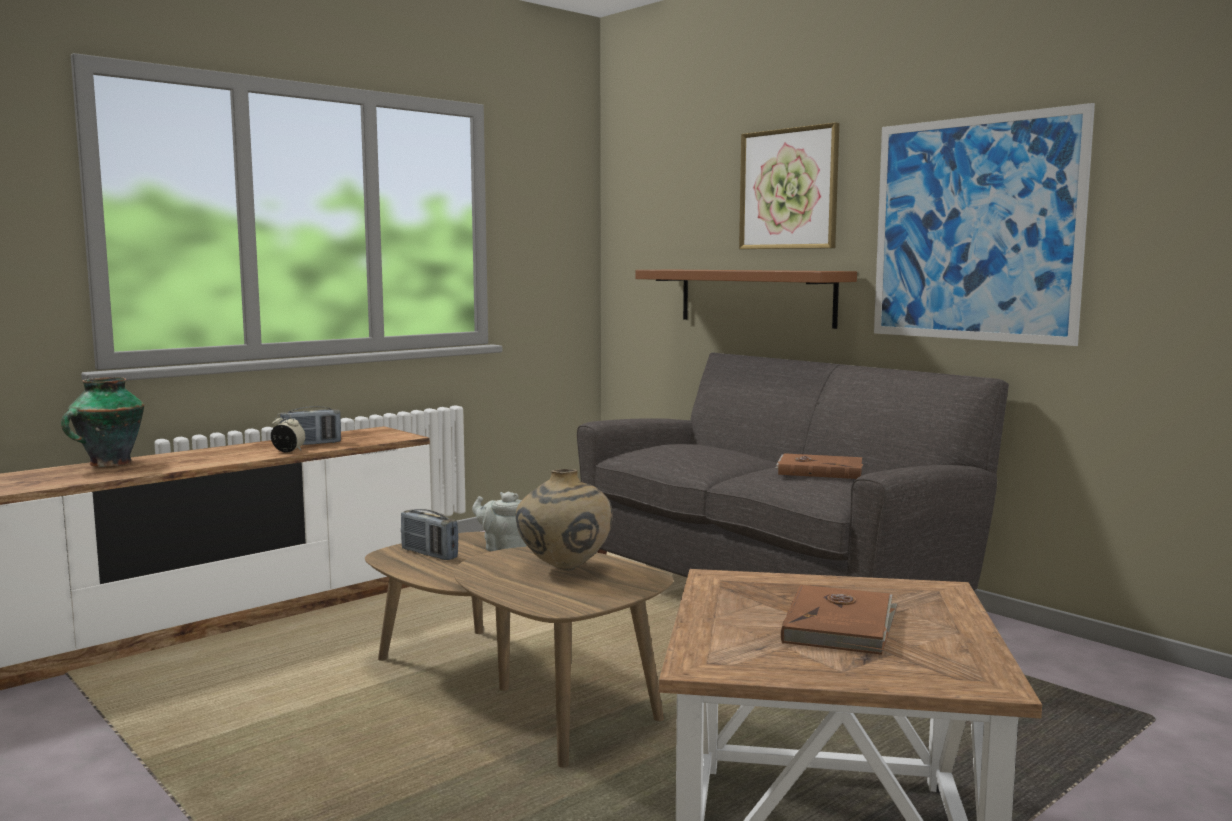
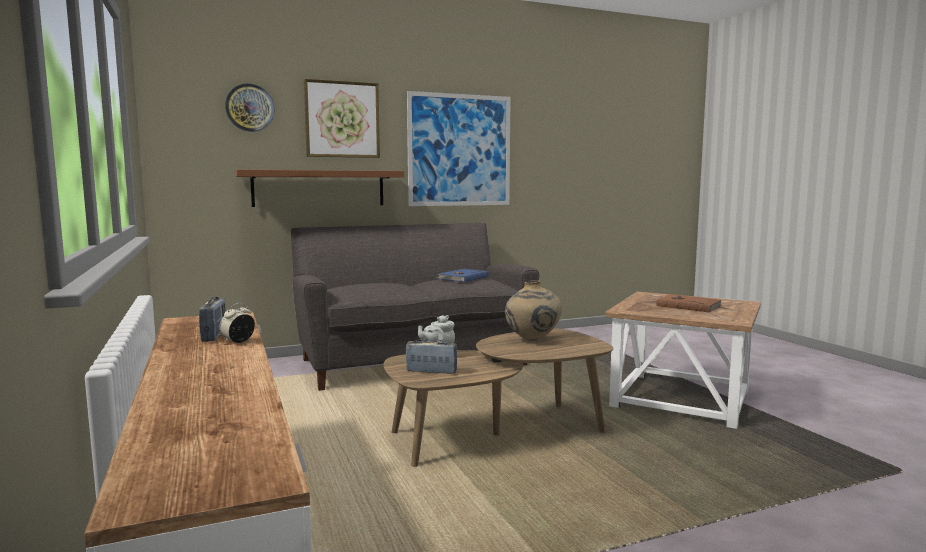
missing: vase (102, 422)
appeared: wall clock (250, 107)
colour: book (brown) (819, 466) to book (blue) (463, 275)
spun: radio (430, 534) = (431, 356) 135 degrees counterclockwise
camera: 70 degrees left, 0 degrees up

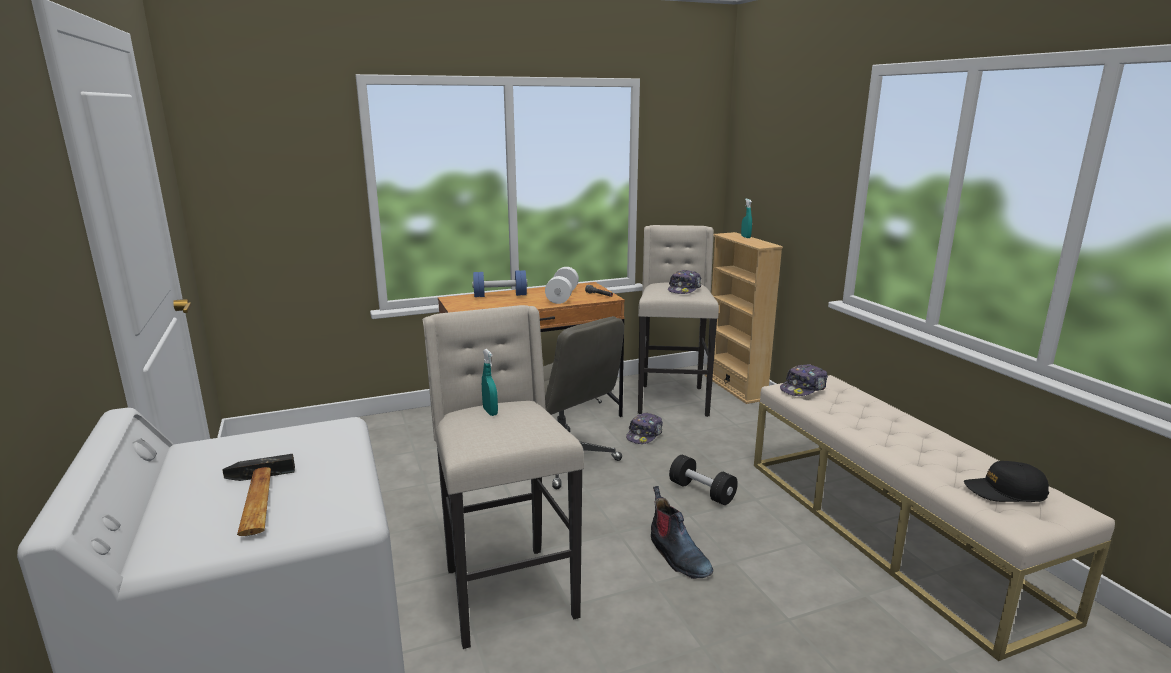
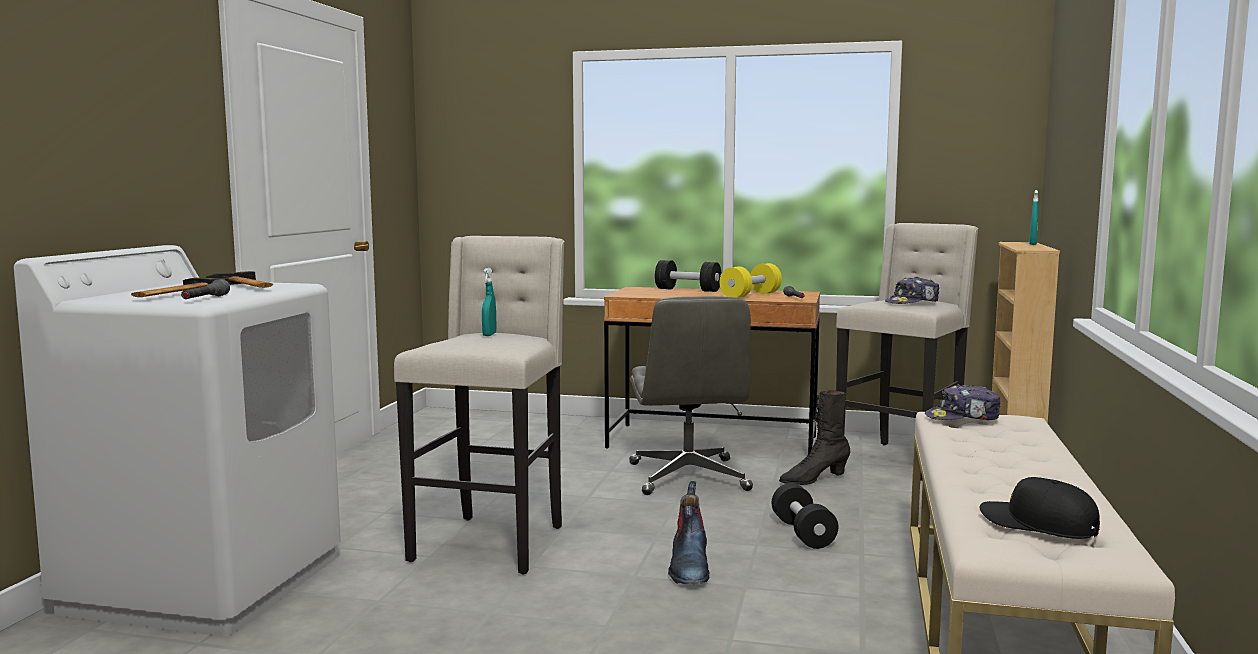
appeared: hammer (239, 279); flashlight (grey) (205, 289)
exchanged: cap (644, 428) to boot (black) (814, 437)
colour: dumbbell (white) (562, 285) to dumbbell (yellow) (751, 280); dumbbell (blue) (499, 283) to dumbbell (black) (688, 276)
camera: 35 degrees right, 10 degrees down

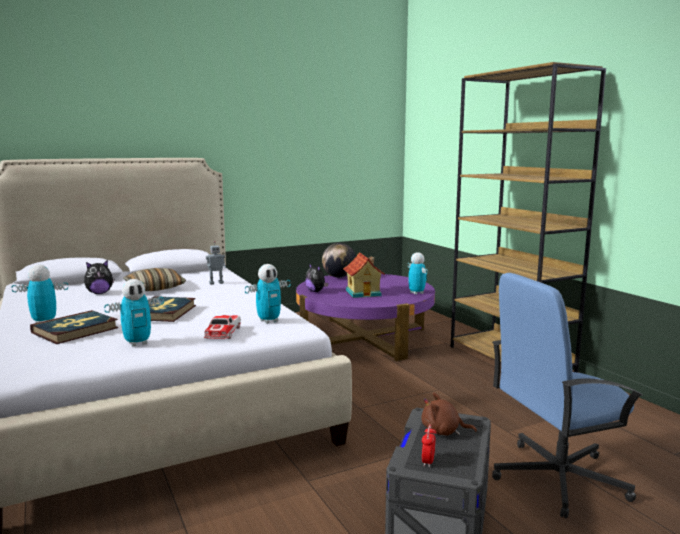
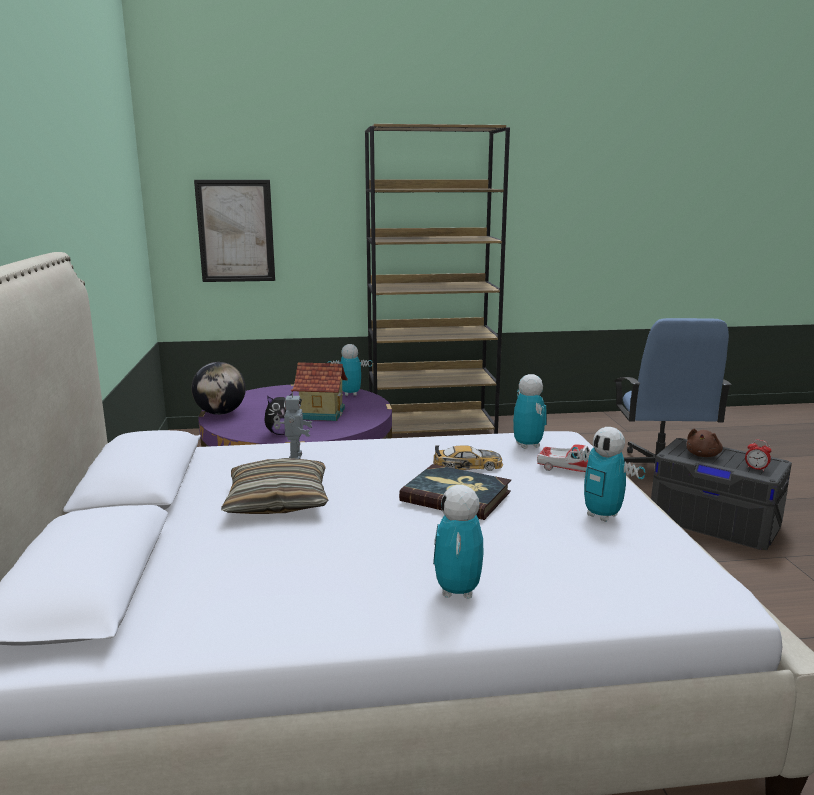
missing: plush toy (99, 277); book (74, 327)
appeared: picture (234, 231); toy car (468, 458)
spun: toy robot (134, 313) = (608, 474) 150 degrees clockwise
camera: 70 degrees left, 5 degrees up

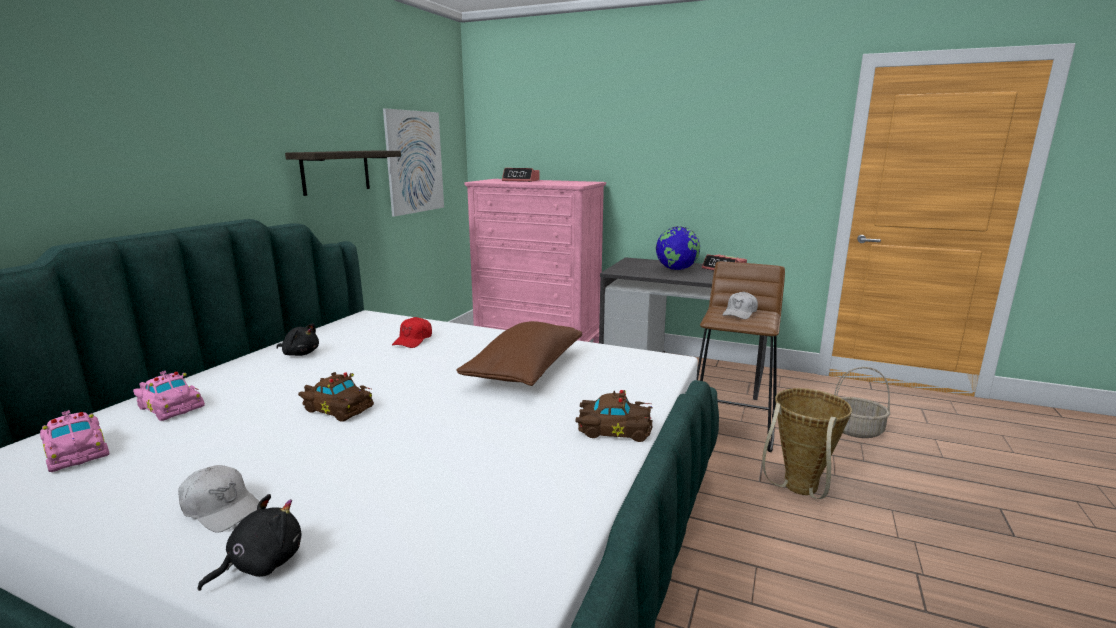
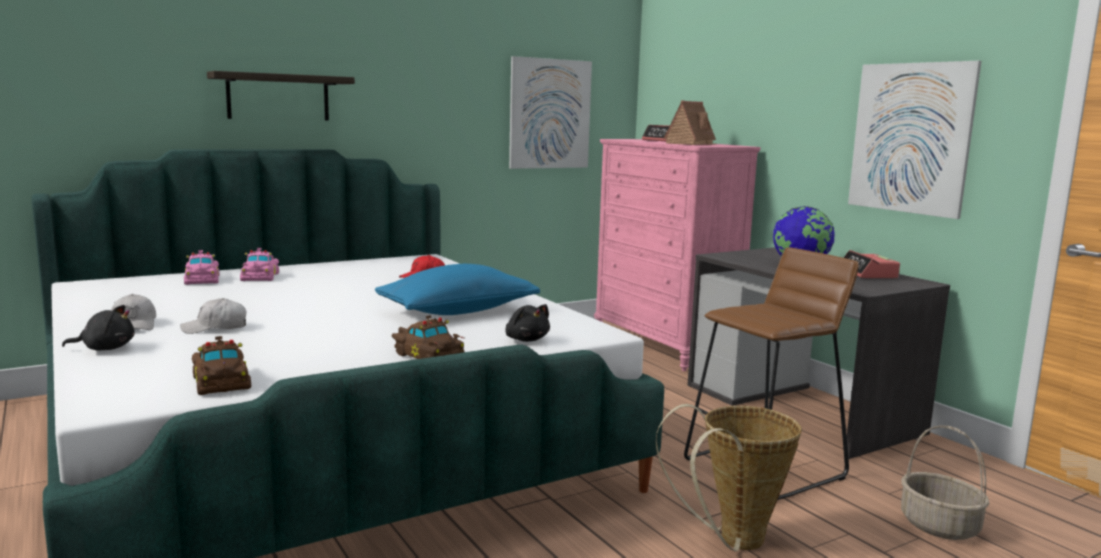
appeared: picture (914, 140); toy house (689, 123)
relocated: shelf (343, 173) to (281, 95); cap (white) (740, 305) to (213, 316); plush toy (black) (297, 339) to (527, 323); toy car (brown) (336, 397) to (221, 365); toy car (pink) (75, 441) to (259, 264)
colour: pillow (brown) (519, 353) to pillow (blue) (457, 289)
camera: 35 degrees right, 5 degrees down

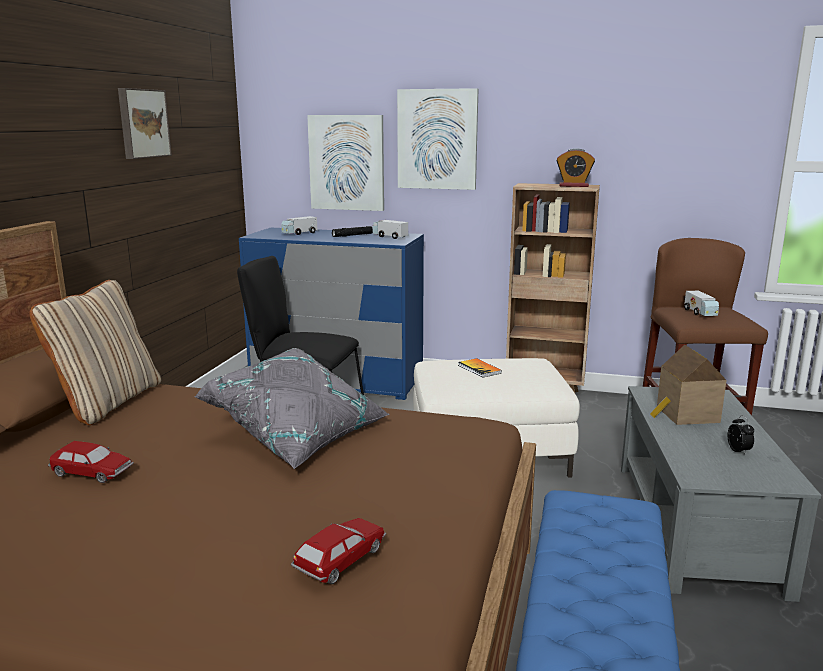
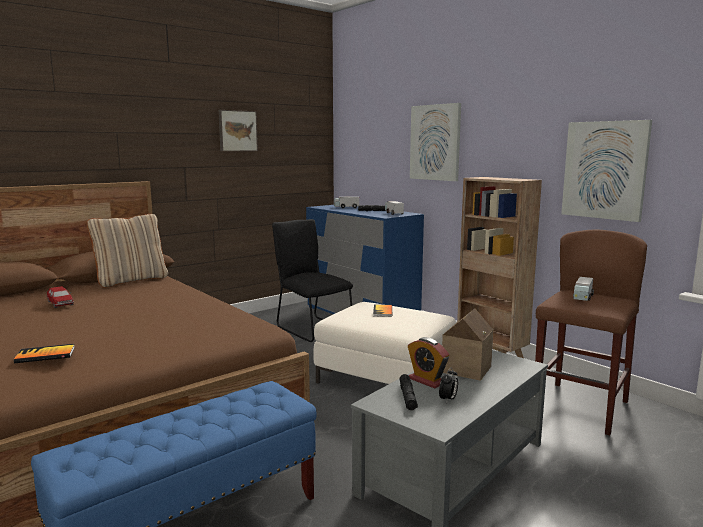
missing: pillow (grey) (292, 408)
appeared: flashlight (black) (408, 392)
relocated: picture (345, 163) to (606, 171); alarm clock (575, 167) to (428, 363)
exchanged: toy car (338, 551) to book (44, 353)
camera: 35 degrees right, 5 degrees down

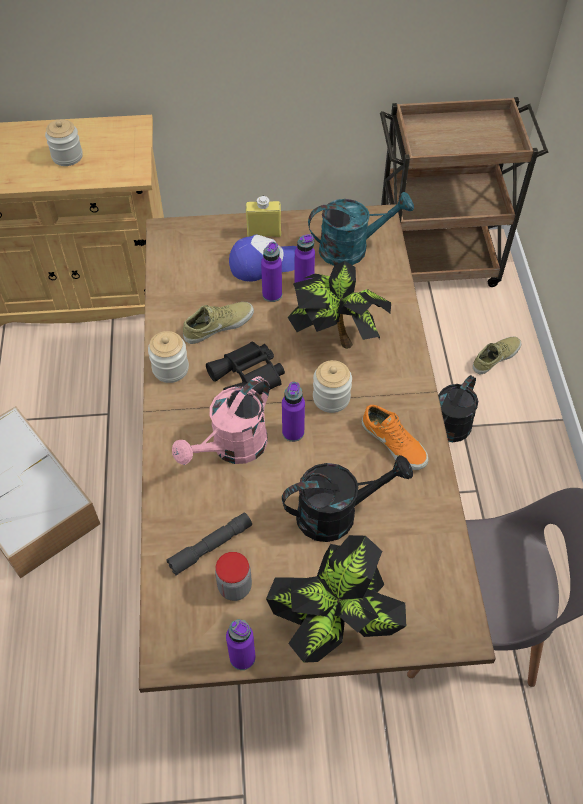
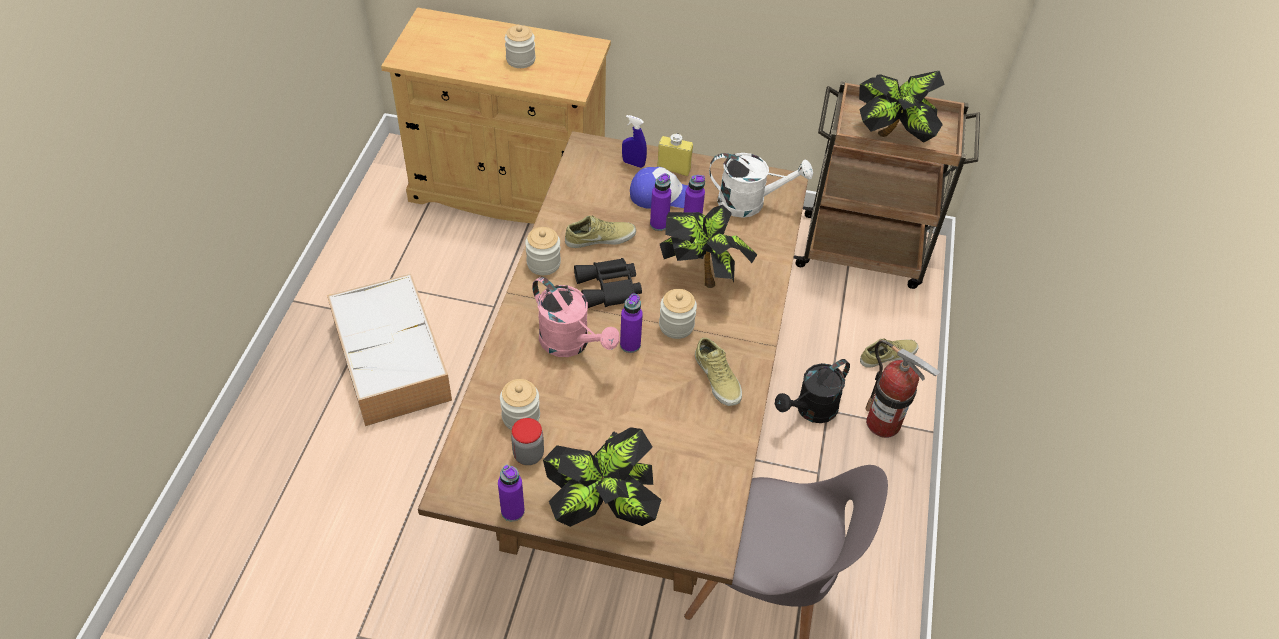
missing: watering can (black) (347, 498)
appeared: potted plant (902, 107); spray bottle (blue) (634, 141); fire extinguisher (902, 389)
exchanged: flashlight (grey) (209, 544) to jar (520, 404)
colour: watering can (turquoise) (361, 229) to watering can (white) (761, 185); shoe (orange) (395, 437) to shoe (beige) (718, 372)
spun: watering can (pink) (221, 420) = (576, 317) 105 degrees counterclockwise
camera: 15 degrees right, 5 degrees down

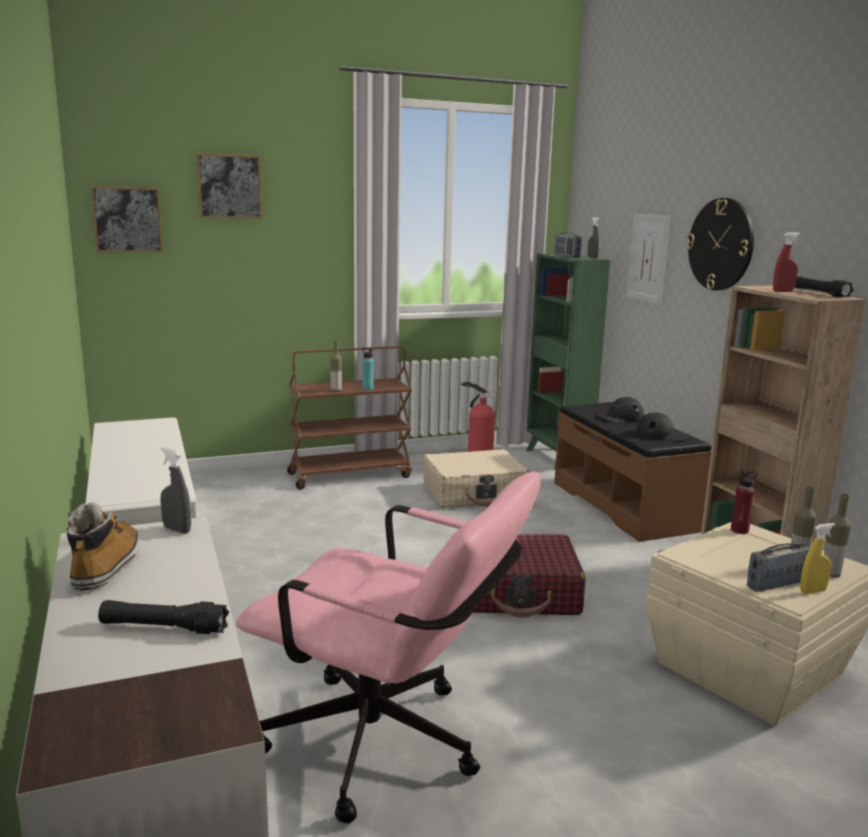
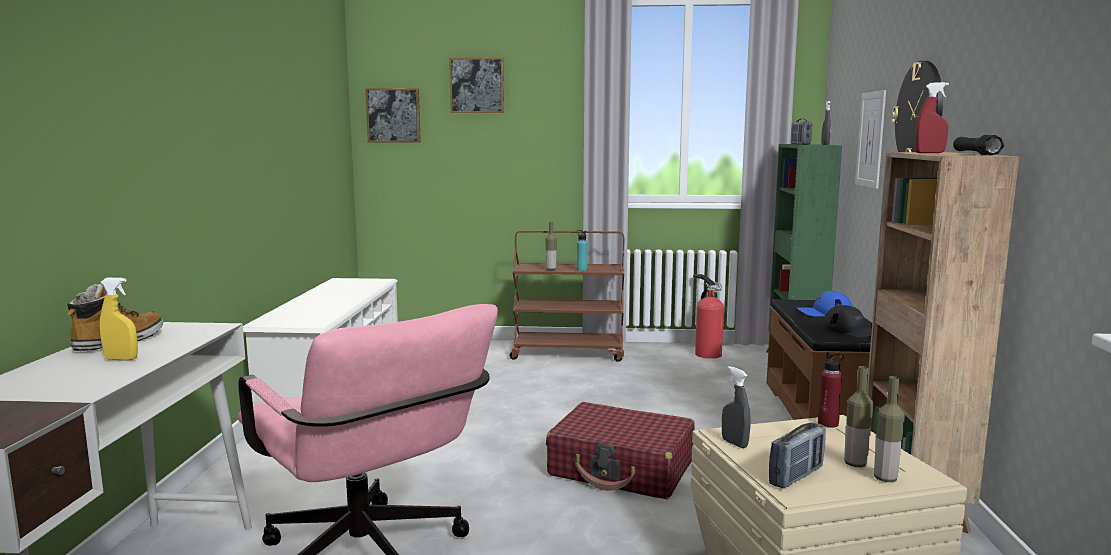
missing: suitcase (beige) (476, 478); flashlight (black) (163, 617)
relocated: spray bottle (grey) (175, 490) to (736, 407); spray bottle (yellow) (817, 558) to (119, 319)
colour: cap (black) (620, 409) to cap (blue) (825, 304)
spun: radio (778, 567) = (797, 455) 135 degrees clockwise
camera: 25 degrees right, 5 degrees down

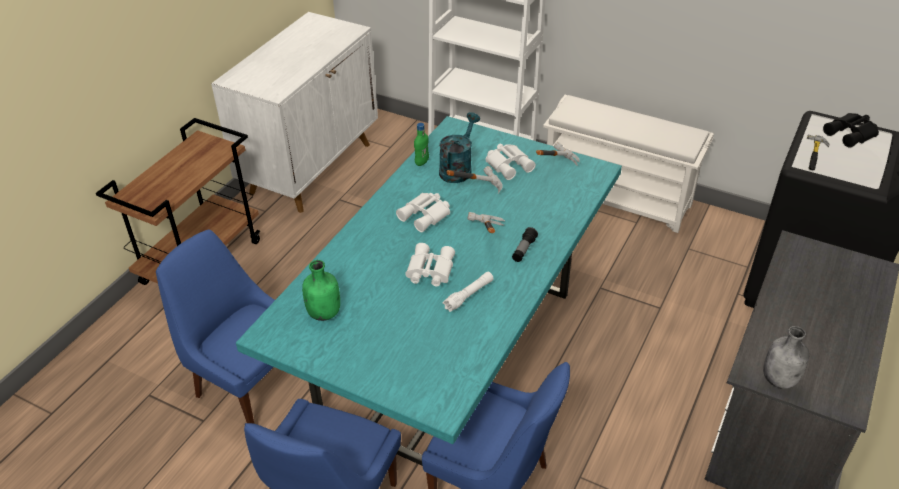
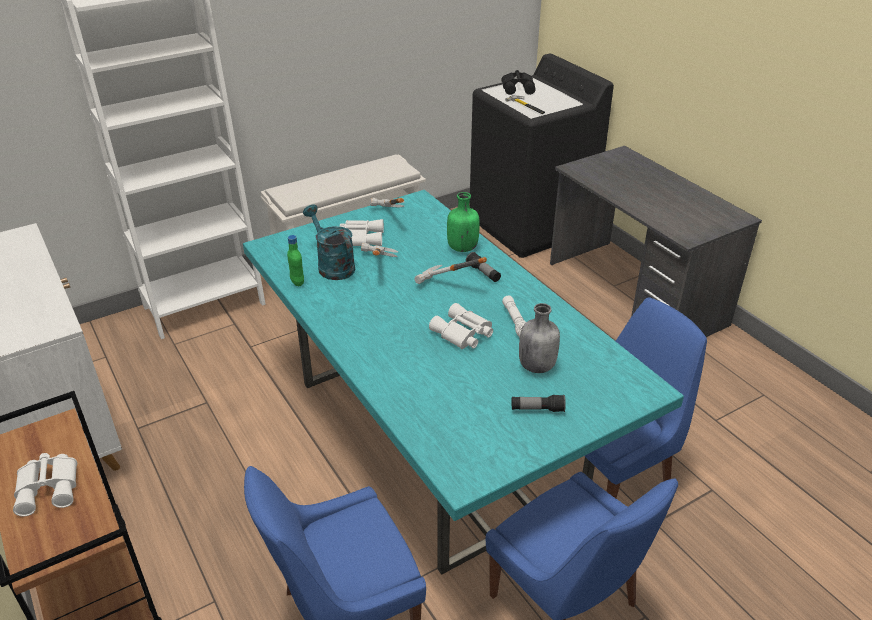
appeared: flashlight (539, 403)
relocated: binoculars (white) (423, 212) to (45, 484); bottle (green) (321, 290) to (463, 222); bottle (grey) (786, 357) to (539, 338)
camera: 60 degrees left, 5 degrees down

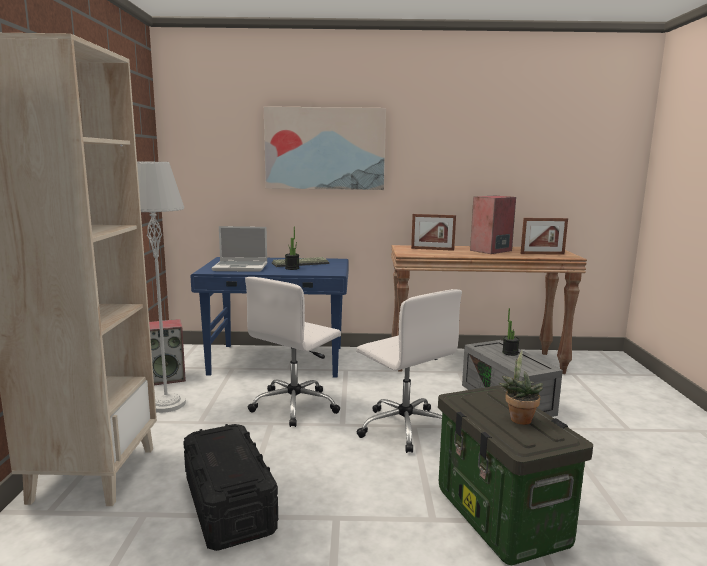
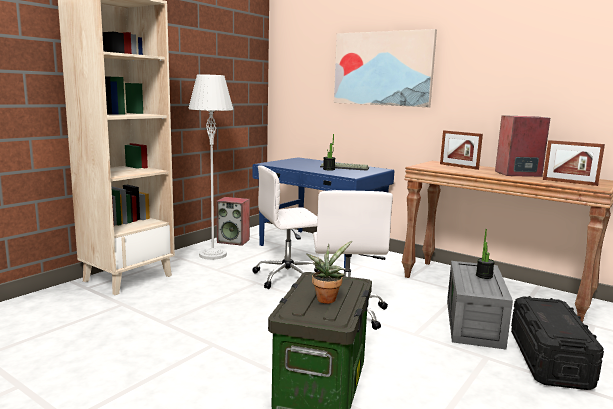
missing: laptop (239, 249)
relocated: storage box (black) (230, 487) to (557, 343)
camera: 35 degrees right, 0 degrees up

